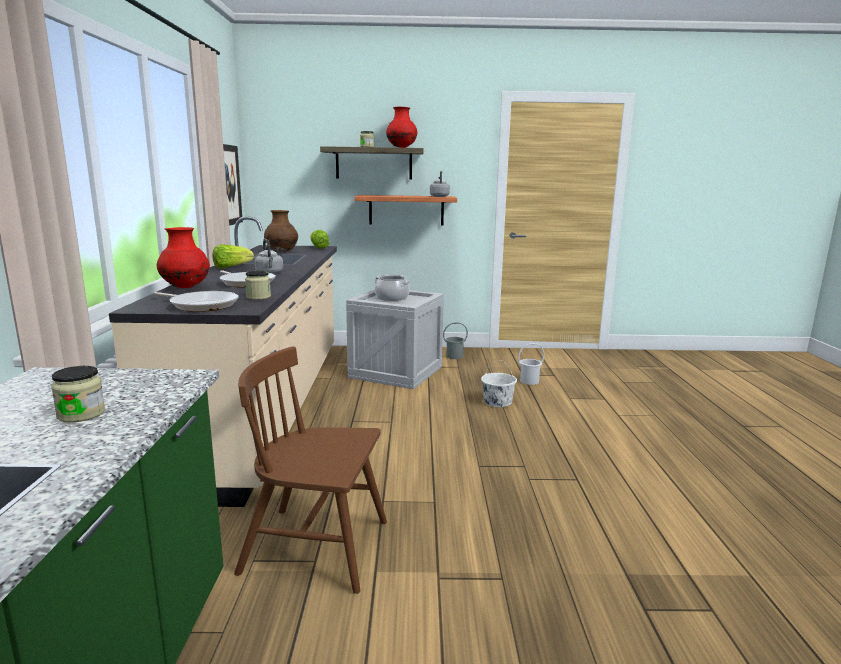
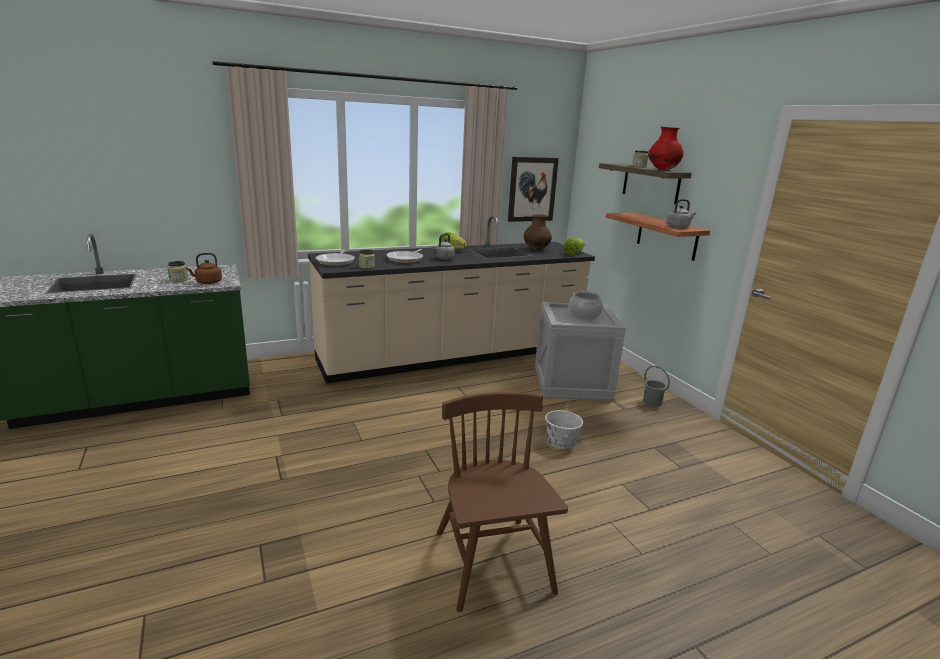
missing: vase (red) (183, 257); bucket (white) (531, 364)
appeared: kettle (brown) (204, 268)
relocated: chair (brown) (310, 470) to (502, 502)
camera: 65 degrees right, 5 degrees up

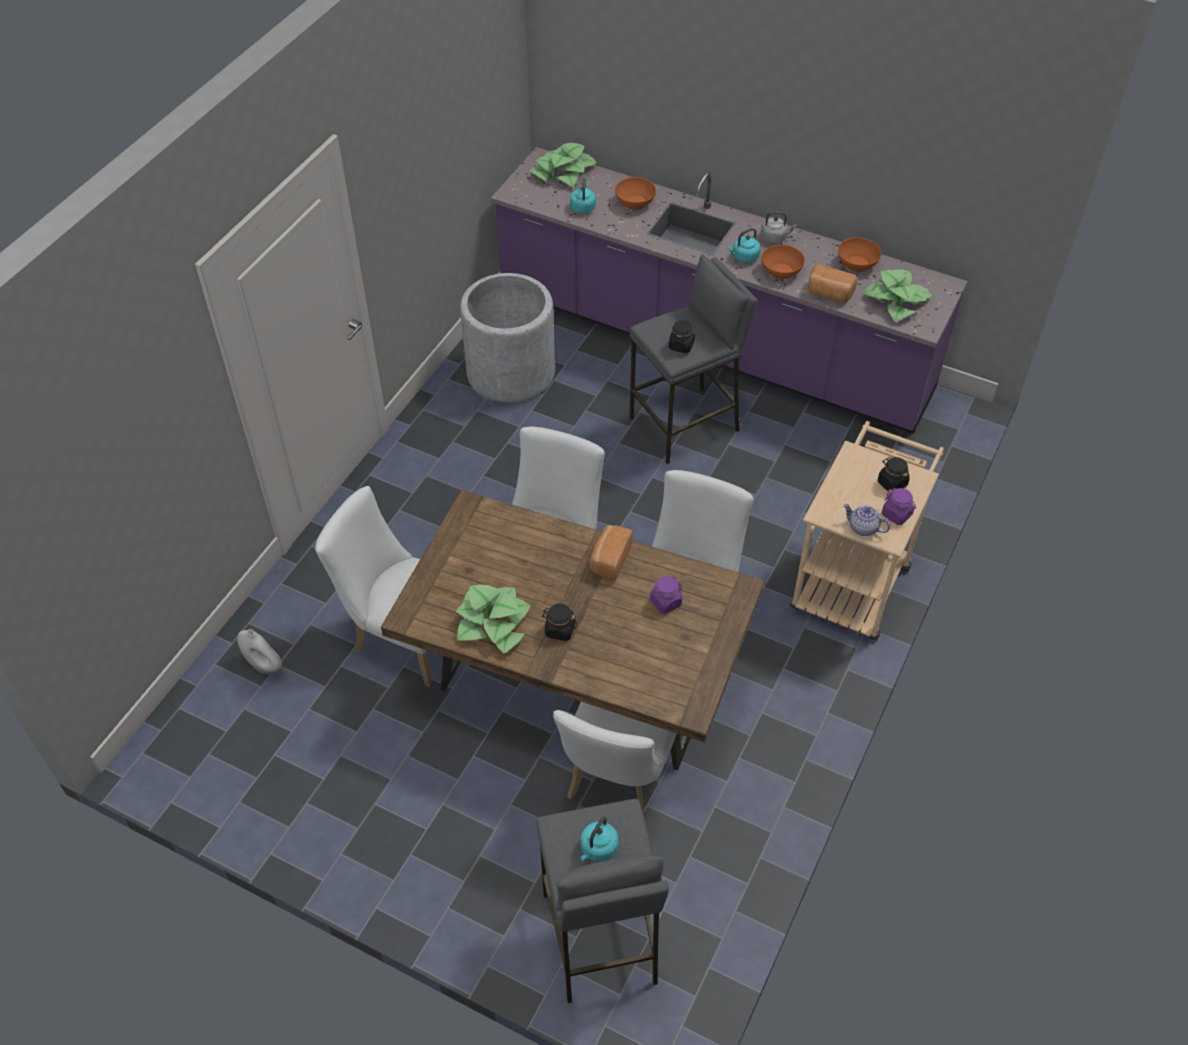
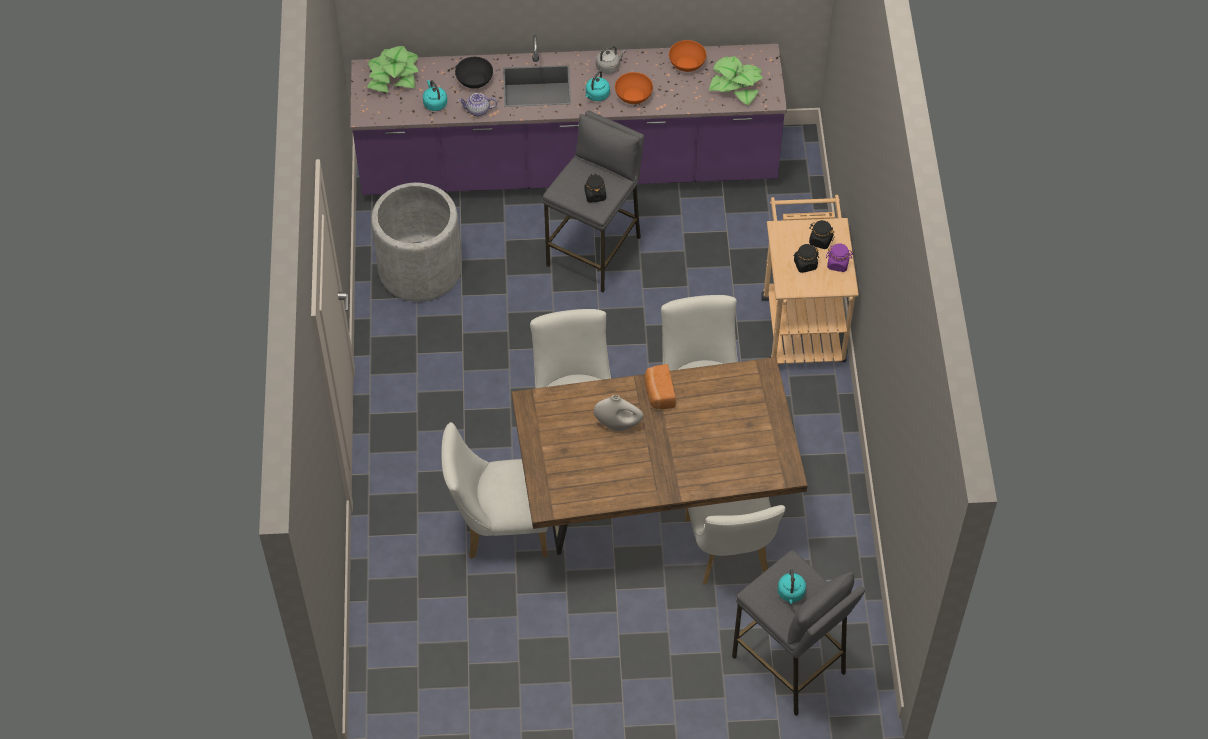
missing: bread (832, 283); jar (purple) (666, 595); potted plant (493, 619)
relocated: teapot (866, 520) to (477, 104); jar (black) (559, 622) to (806, 258); vase (white) (259, 651) to (618, 413)
colour: bowl (orange) (635, 193) to bowl (black) (474, 73)
camera: 30 degrees left, 5 degrees up

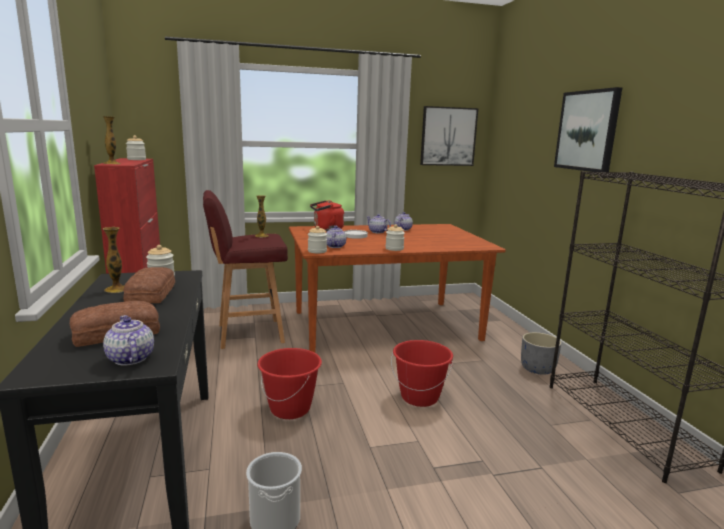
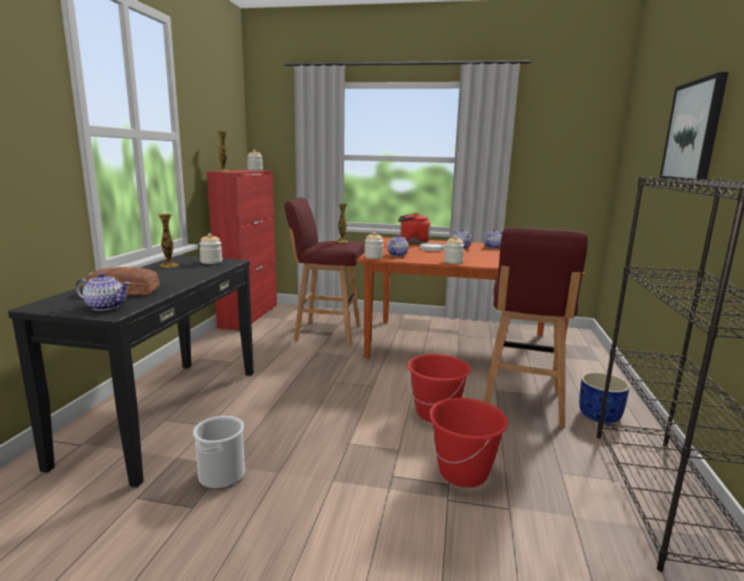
missing: picture (449, 136); bread (149, 285)
appeared: stool (red) (536, 327)
relocated: bucket (red) (290, 383) to (468, 442)
colour: planter (grey) (541, 353) to planter (blue) (604, 397)
spun: teapot (128, 340) = (102, 292) 105 degrees clockwise
camera: 25 degrees right, 0 degrees up

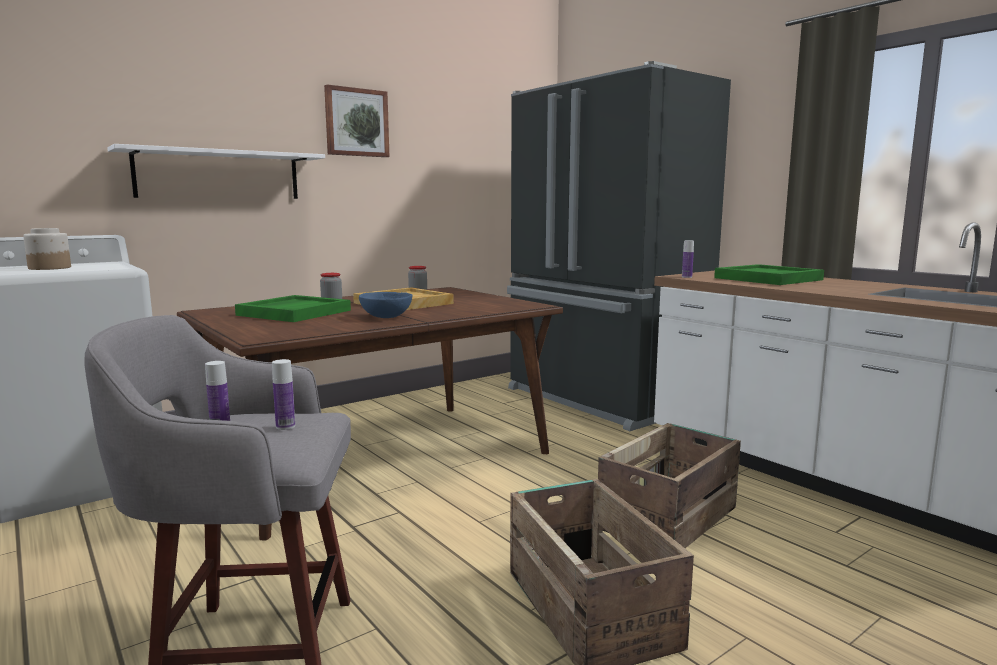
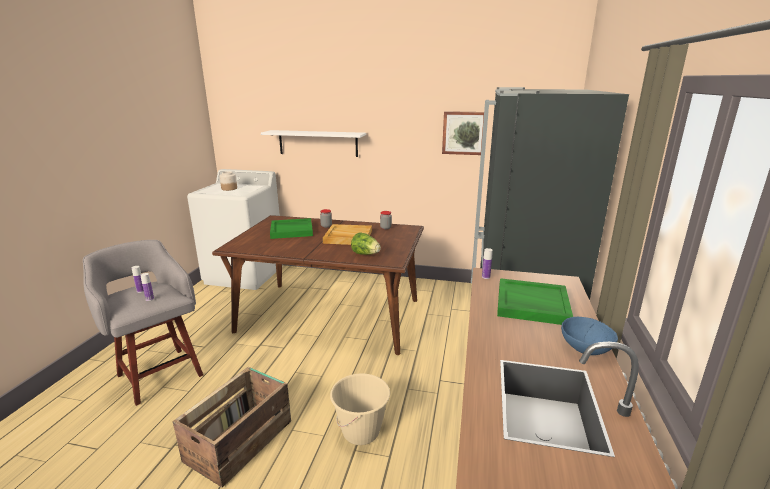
appeared: lettuce (366, 244)
relocated: picture (357, 120) to (463, 133); bowl (blue) (385, 305) to (589, 336)
exchanged: crate (669, 485) to bucket (beige) (360, 409)
camera: 50 degrees right, 10 degrees up

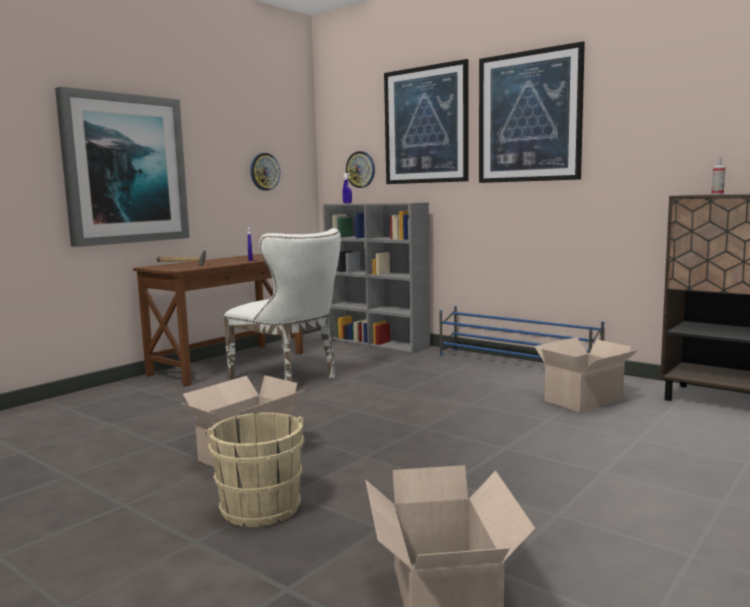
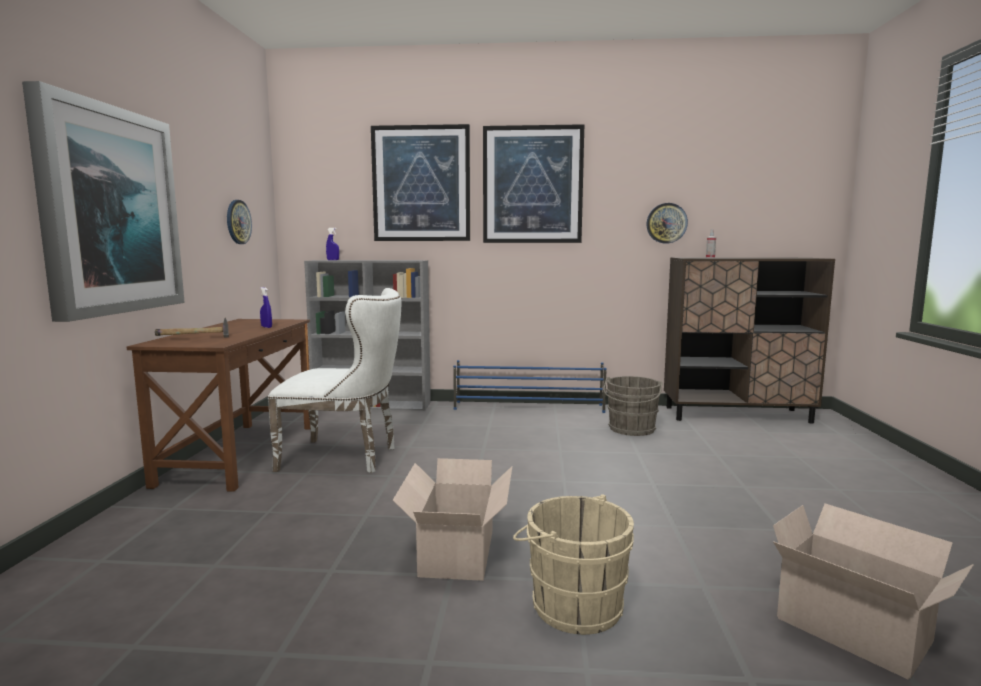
relocated: wall clock (360, 169) to (667, 223)
exchanged: cardboard box (586, 374) to bucket (grey) (633, 406)
camera: 35 degrees left, 0 degrees up

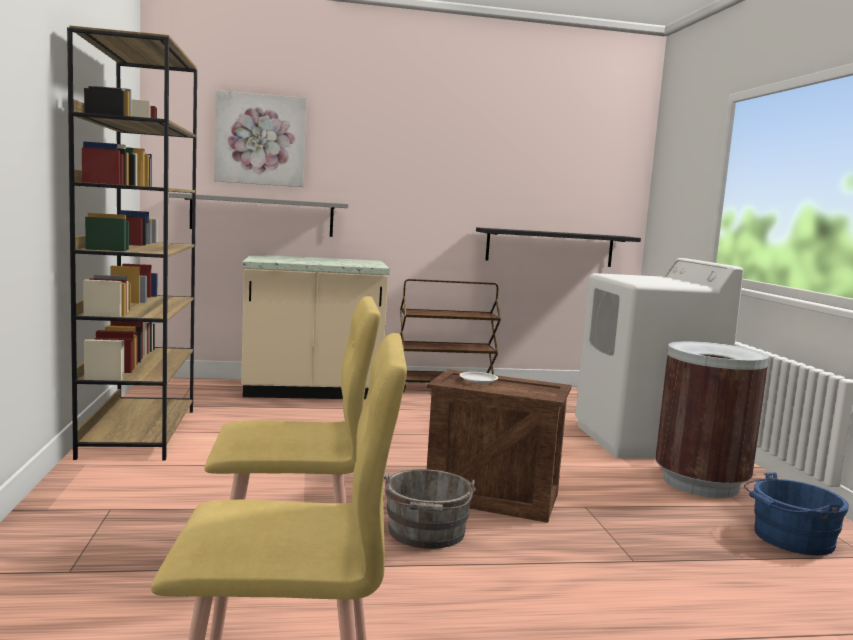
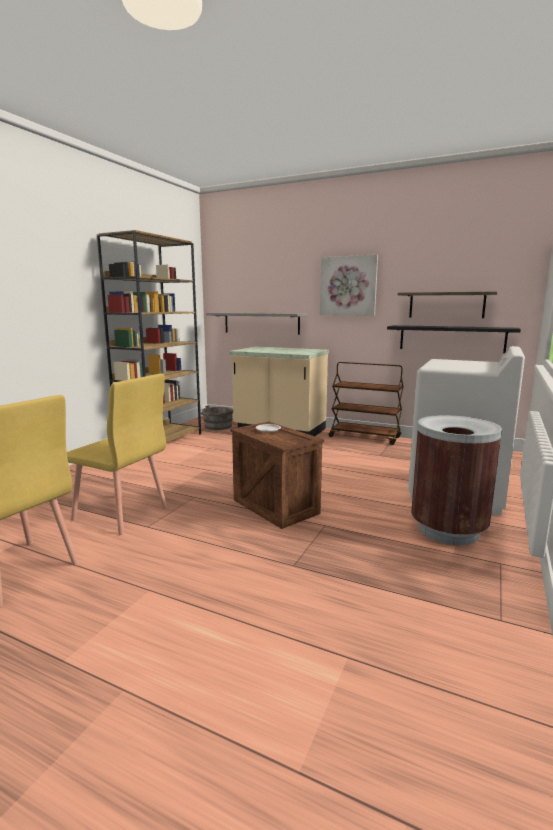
missing: bucket (blue) (796, 513)
appeared: shelf (447, 305)
relocated: picture (260, 138) to (349, 285); bucket (grey) (430, 509) to (216, 417)
camera: 35 degrees right, 5 degrees up

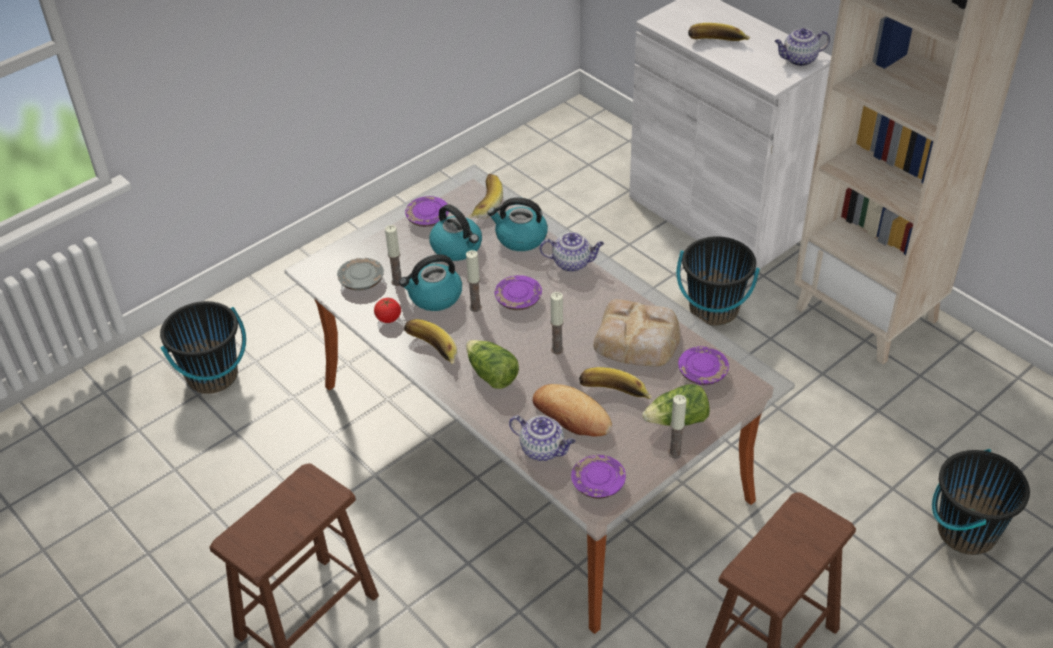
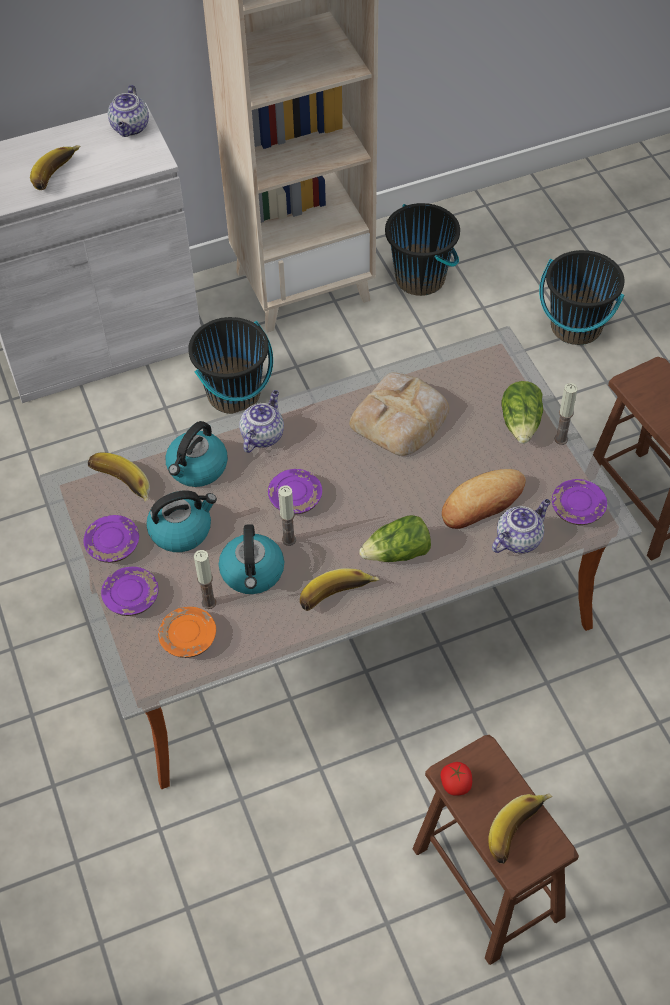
missing: candle (557, 323)
relocated: tomato (387, 310) to (456, 779); bucket (black) (203, 347) to (422, 249); plate (purple) (703, 365) to (130, 591); banana (615, 383) to (520, 828)
colour: plate (grey) (360, 274) to plate (orange) (187, 632)
camera: 70 degrees left, 10 degrees up

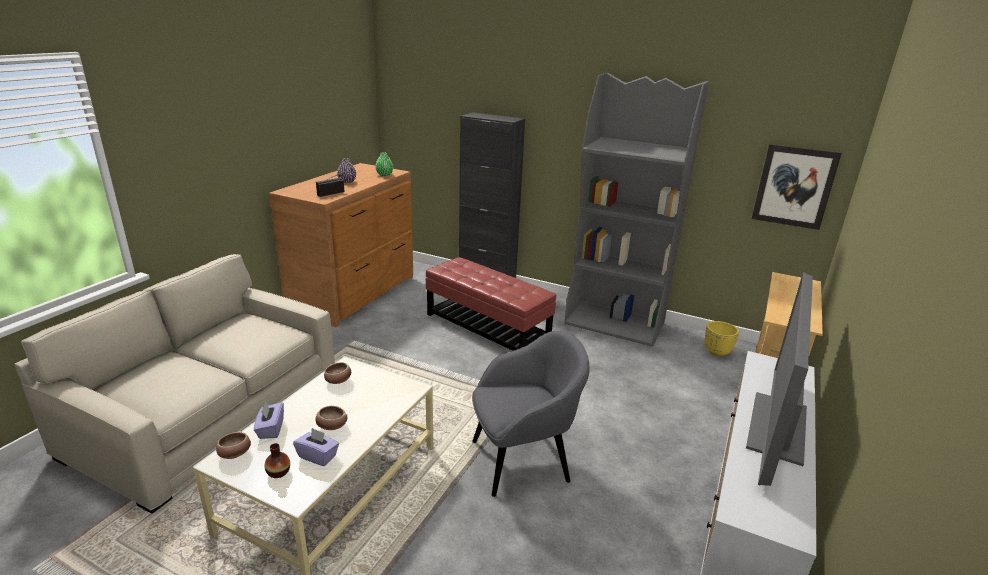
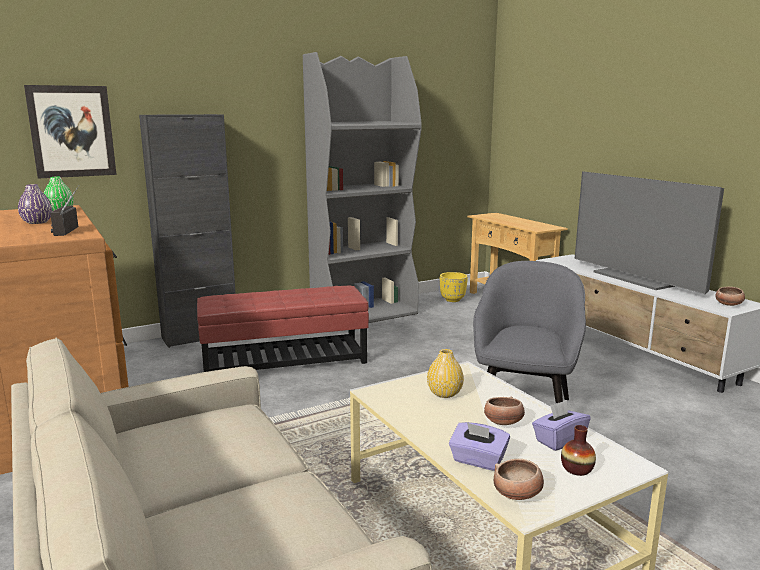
appeared: vase (yellow) (445, 373)
relocated: picture (797, 187) to (70, 132); bowl (337, 373) to (730, 296)
camera: 55 degrees left, 10 degrees down

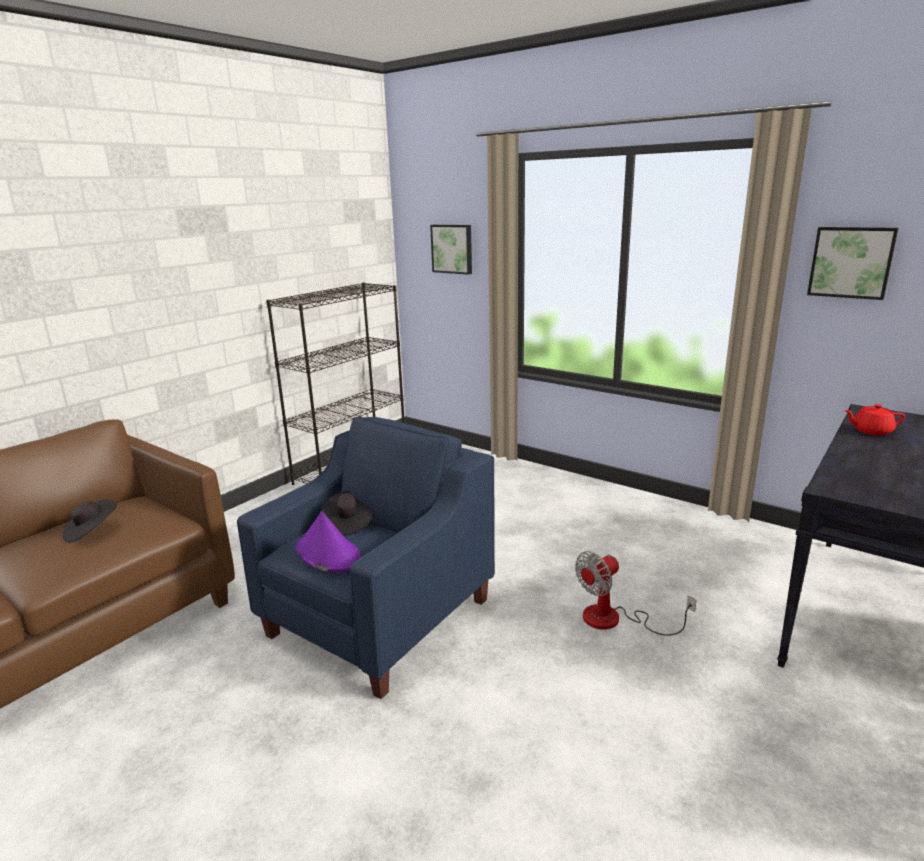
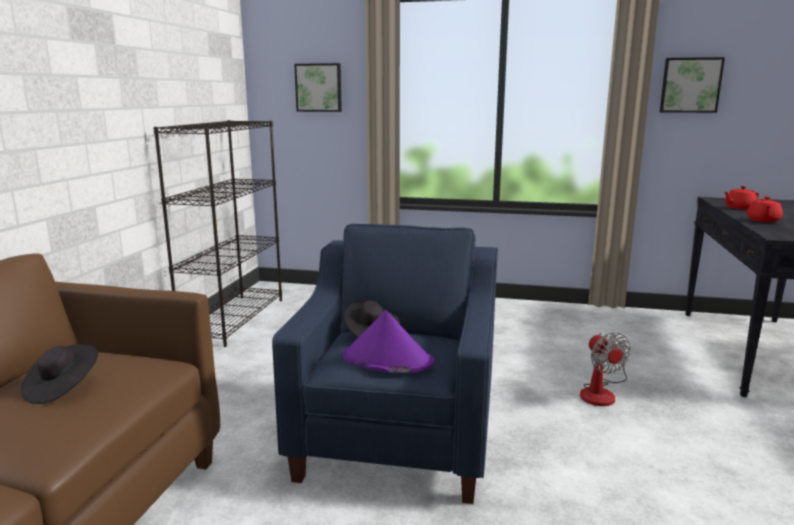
appeared: teapot (red) (764, 209)
spun: fan (635, 593) = (605, 369) 45 degrees counterclockwise
camera: 25 degrees left, 5 degrees down

